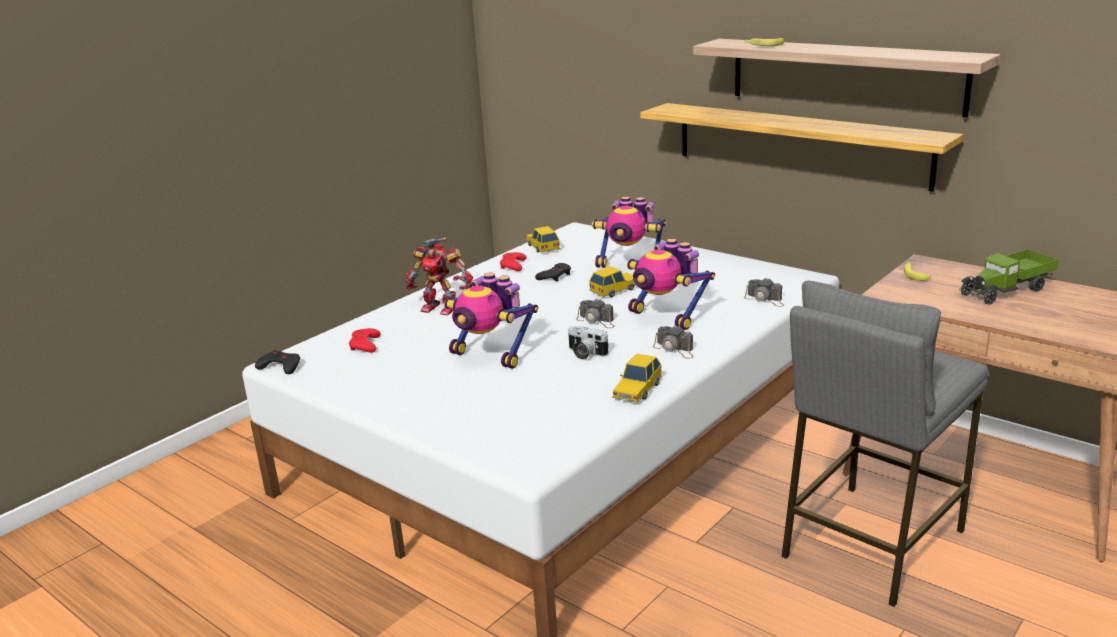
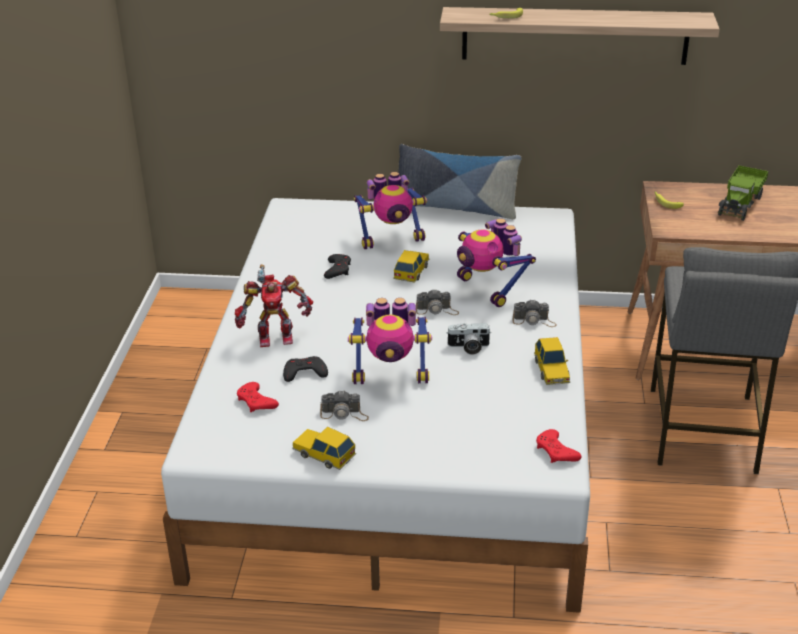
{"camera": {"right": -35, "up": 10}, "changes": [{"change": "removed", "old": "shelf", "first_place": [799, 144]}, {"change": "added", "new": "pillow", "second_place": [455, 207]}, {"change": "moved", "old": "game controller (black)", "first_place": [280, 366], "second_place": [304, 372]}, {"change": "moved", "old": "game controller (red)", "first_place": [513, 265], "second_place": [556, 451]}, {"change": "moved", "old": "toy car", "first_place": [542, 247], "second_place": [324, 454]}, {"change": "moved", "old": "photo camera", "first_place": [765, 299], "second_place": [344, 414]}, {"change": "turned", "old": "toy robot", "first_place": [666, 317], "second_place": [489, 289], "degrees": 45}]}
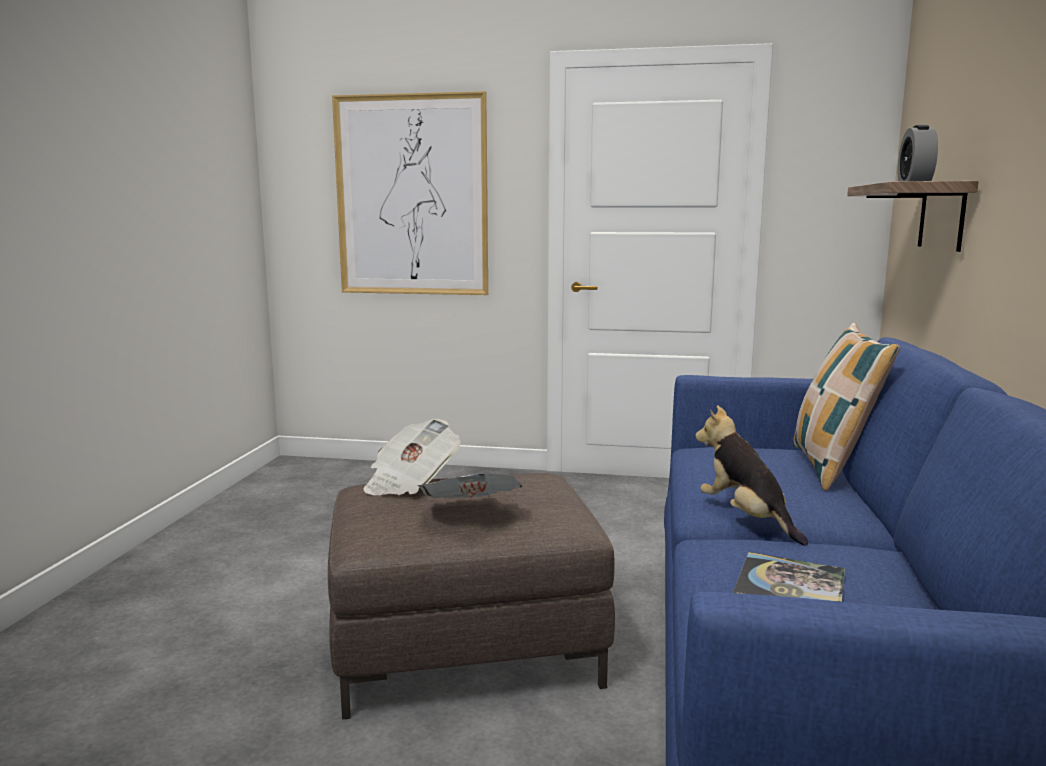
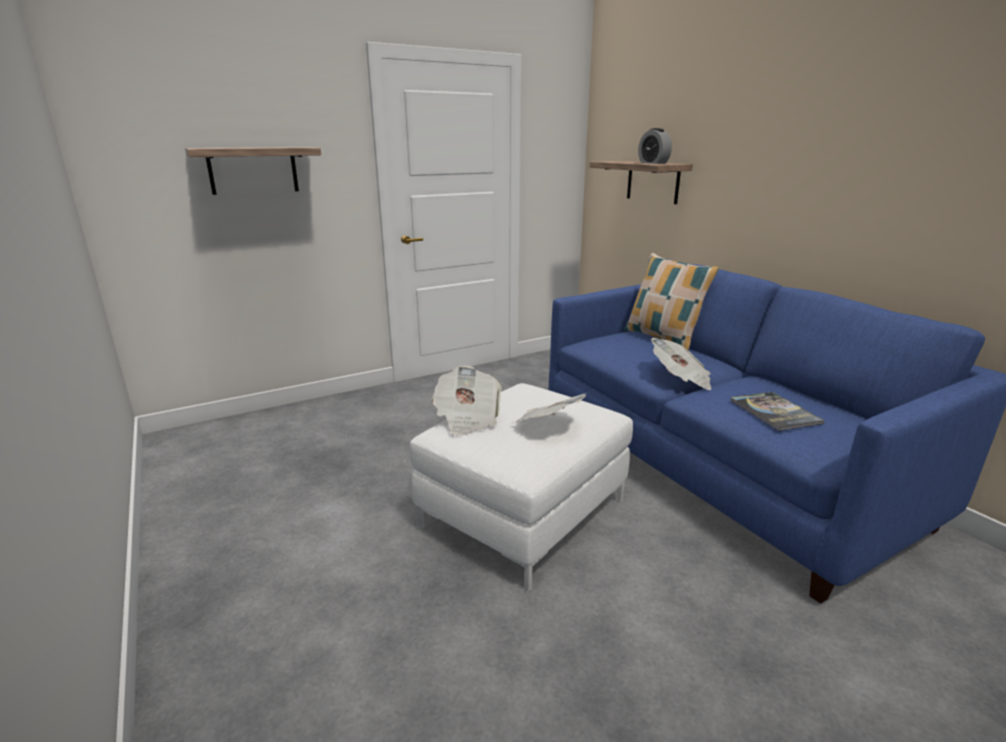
{"camera": {"right": -40, "up": 10}, "changes": [{"change": "replaced", "old": "picture", "new": "shelf", "first_place": [412, 196], "second_place": [253, 170]}, {"change": "replaced", "old": "plush toy", "new": "newspaper", "first_place": [746, 518], "second_place": [680, 379]}, {"change": "recoloured", "old": "ottoman (brown)", "new": "ottoman (white)", "first_place": [466, 644], "second_place": [523, 513]}]}
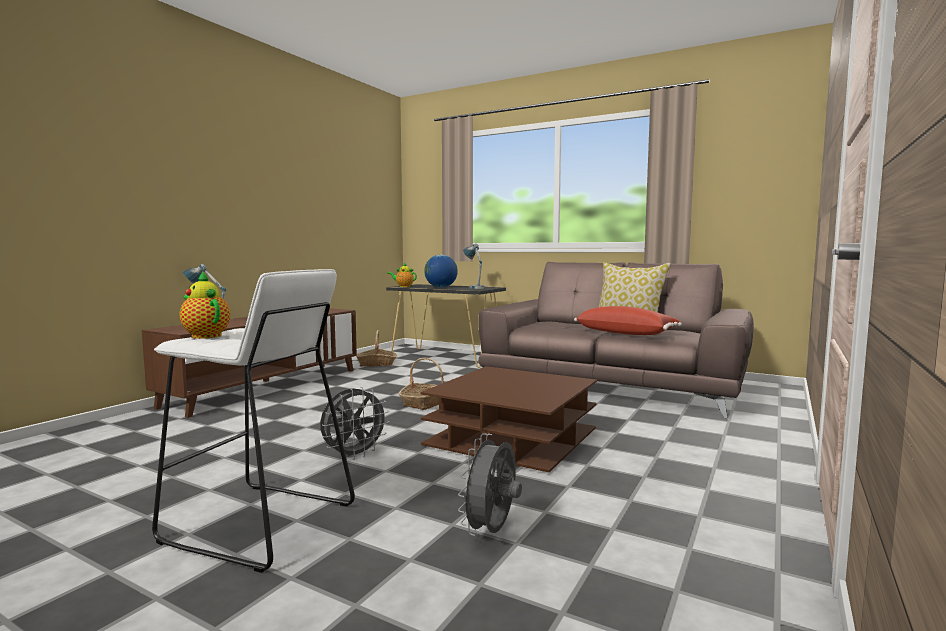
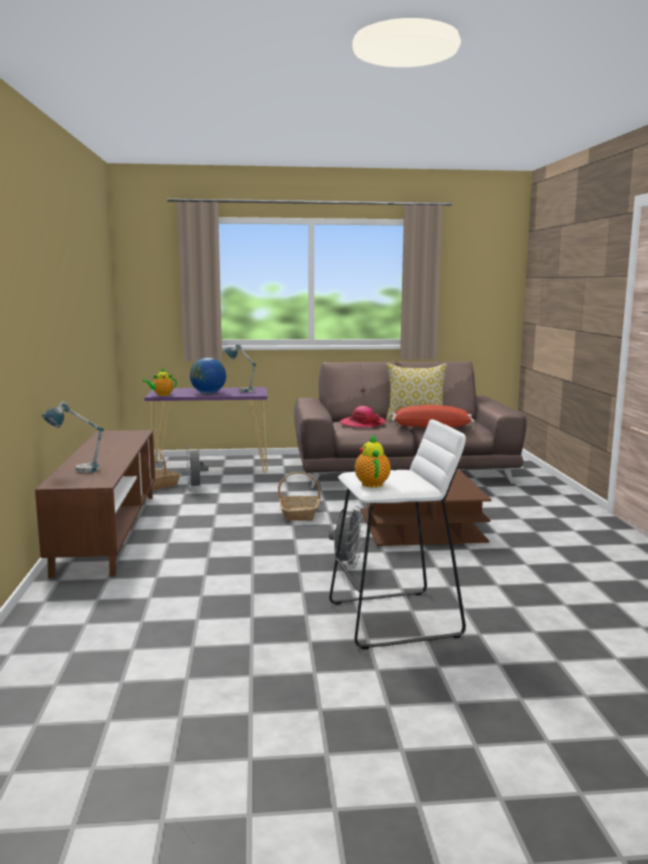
{"camera": {"right": -35, "up": 5}, "changes": [{"change": "added", "new": "hat", "second_place": [362, 424]}, {"change": "moved", "old": "fan (grey)", "first_place": [492, 532], "second_place": [195, 489]}, {"change": "recoloured", "old": "console table (black)", "new": "console table (purple)", "first_place": [446, 357], "second_place": [211, 467]}, {"change": "turned", "old": "teapot", "first_place": [205, 336], "second_place": [371, 483], "degrees": 75}]}
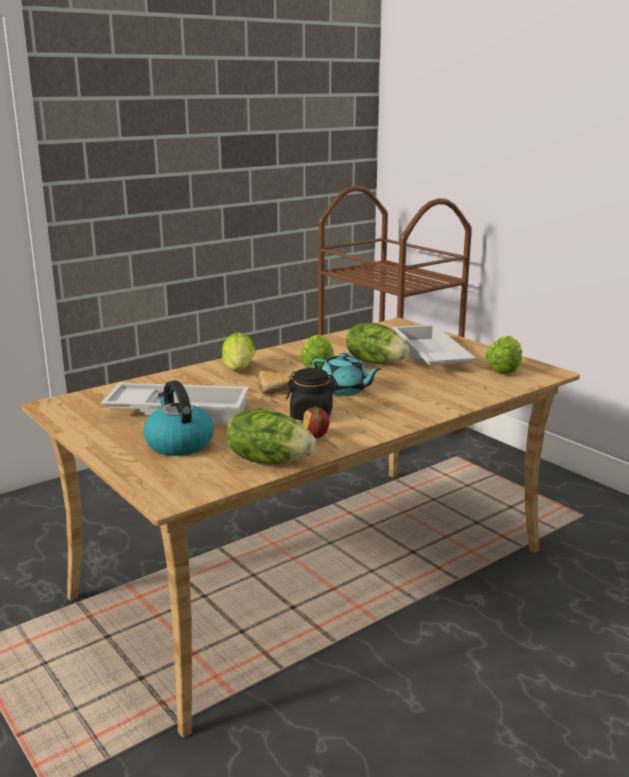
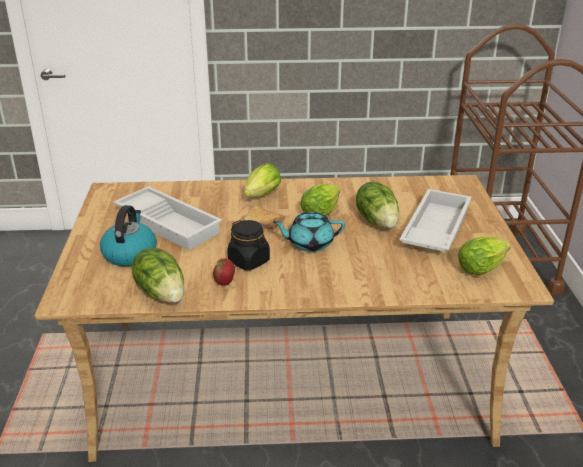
{"camera": {"right": 35, "up": 10}, "changes": [{"change": "turned", "old": "teapot (turquoise)", "first_place": [344, 390], "second_place": [309, 243], "degrees": 105}]}
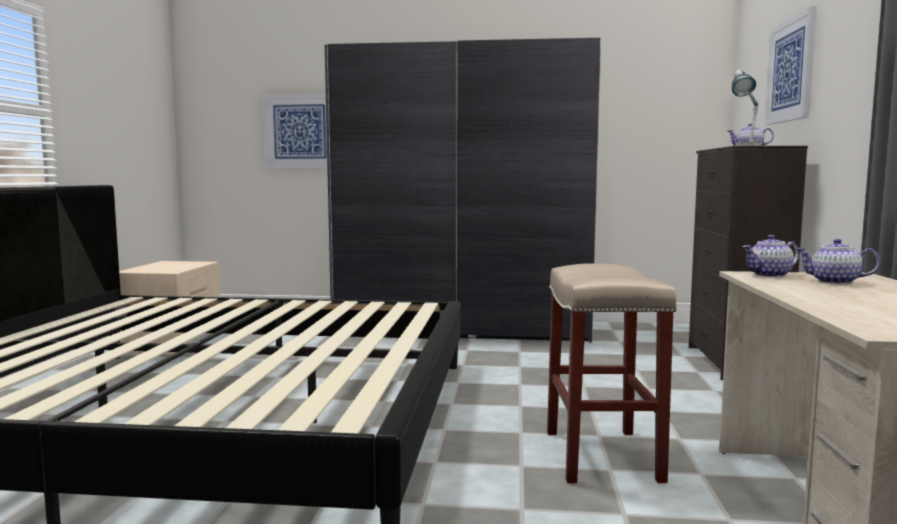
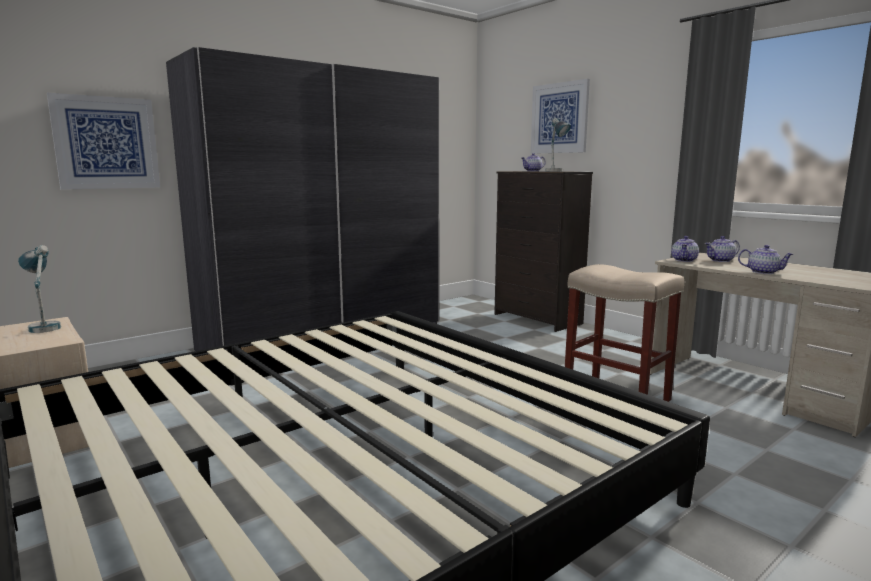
{"camera": {"right": -45, "up": 5}, "changes": [{"change": "added", "new": "table lamp", "second_place": [44, 326]}, {"change": "added", "new": "teapot", "second_place": [763, 272]}]}
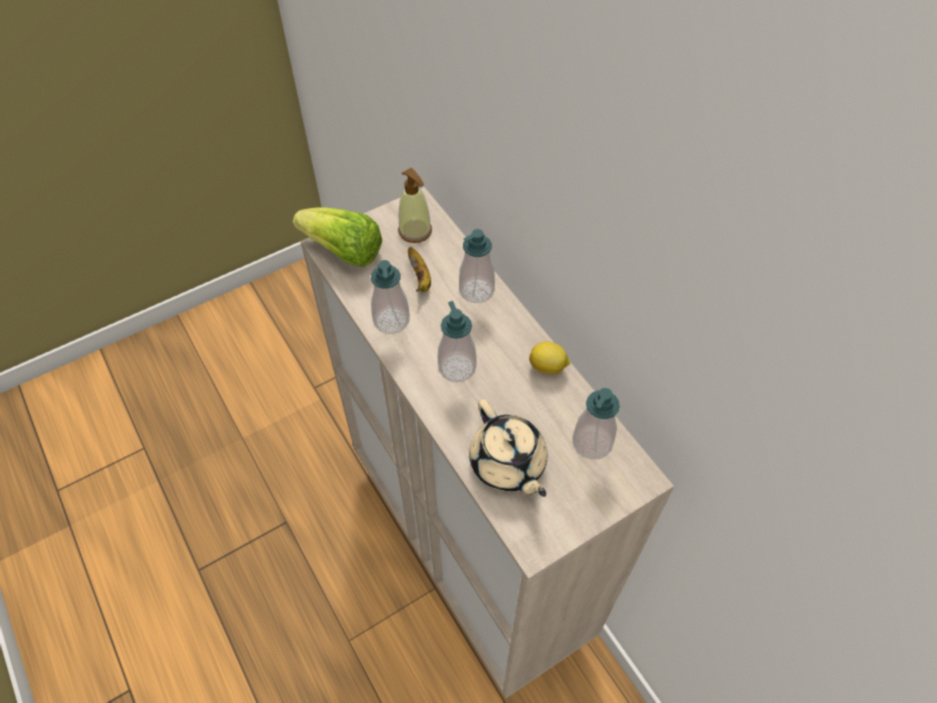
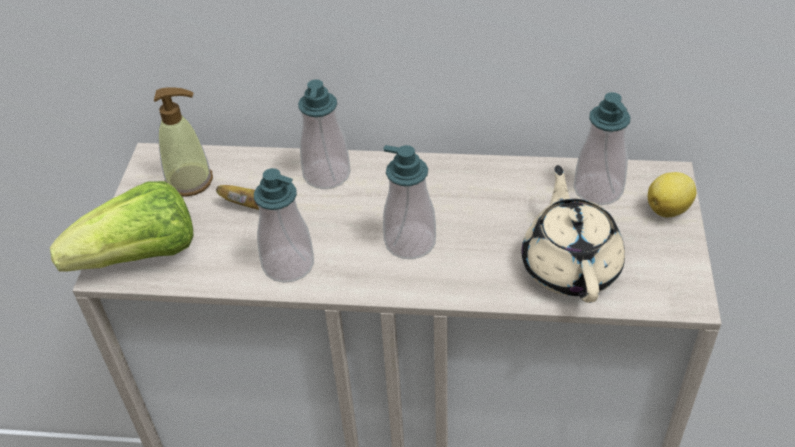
{"camera": {"right": -50, "up": -10}, "changes": [{"change": "moved", "old": "lemon", "first_place": [548, 367], "second_place": [669, 209]}, {"change": "turned", "old": "teapot (beige)", "first_place": [508, 464], "second_place": [570, 265], "degrees": -105}]}
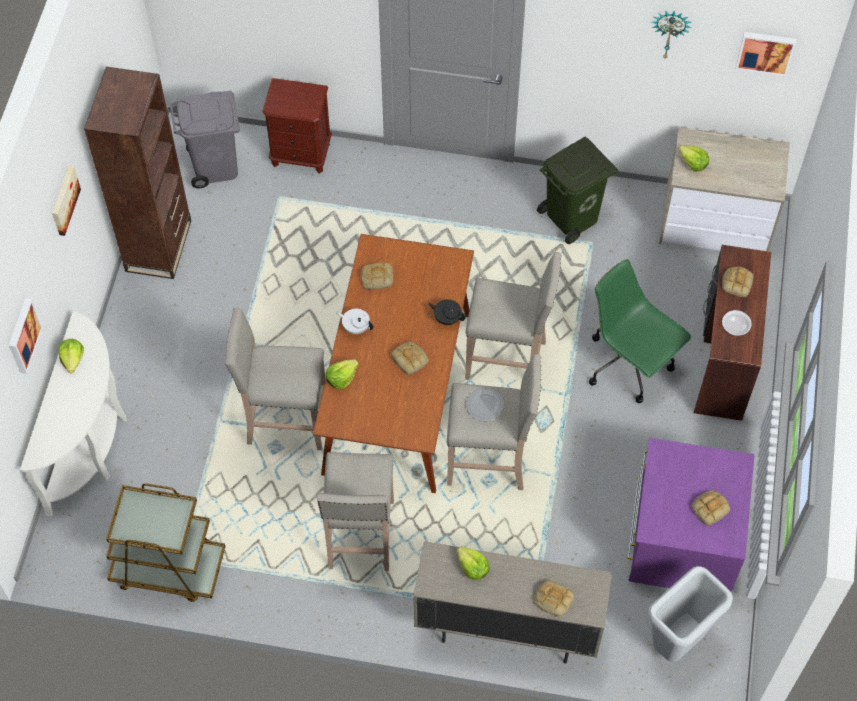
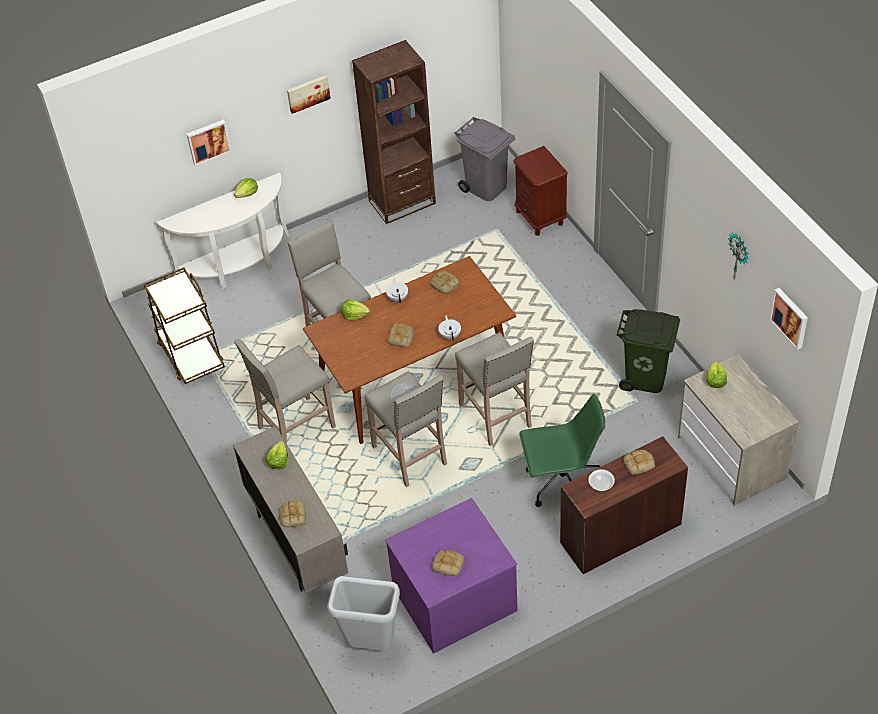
{"camera": {"right": 55, "up": -10}, "changes": [{"change": "recoloured", "old": "teapot (black)", "new": "teapot (white)", "first_place": [447, 318], "second_place": [450, 335]}, {"change": "turned", "old": "office chair (green)", "first_place": [630, 365], "second_place": [561, 483], "degrees": 75}]}
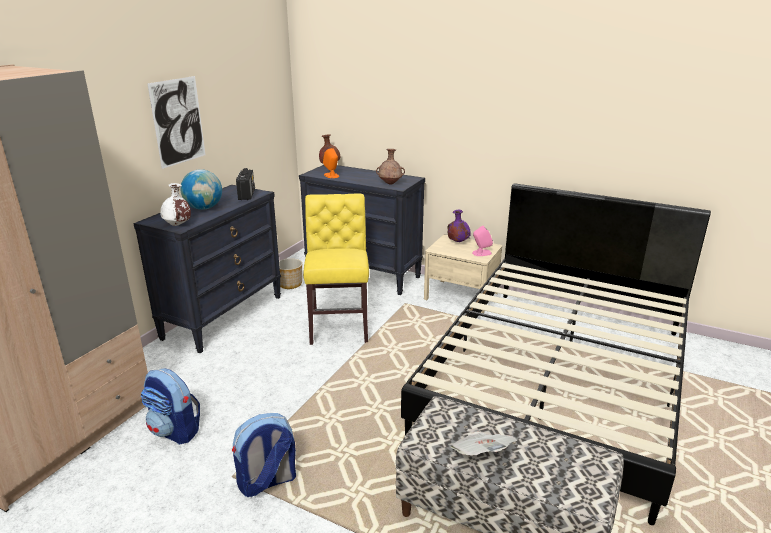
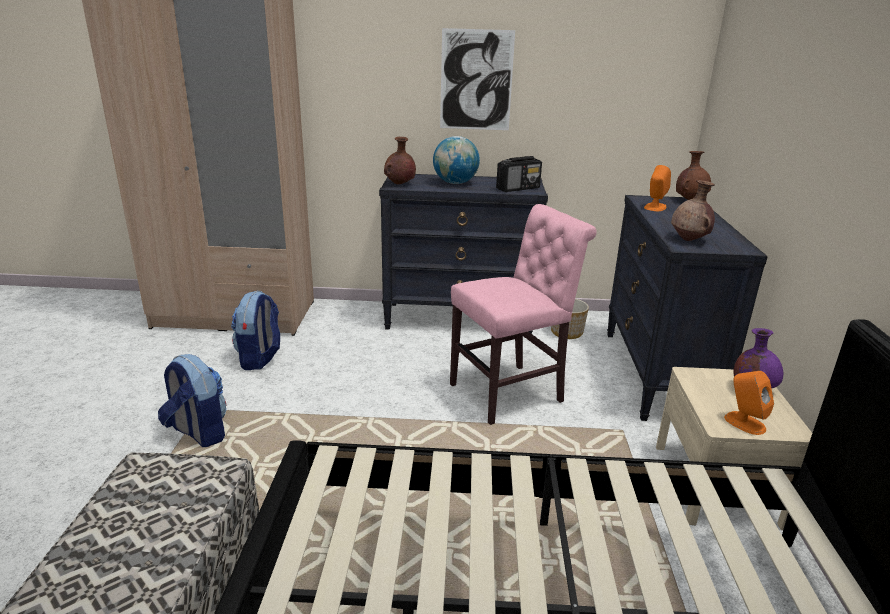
{"camera": {"right": 65, "up": 0}, "changes": [{"change": "removed", "old": "newspaper", "first_place": [480, 455]}, {"change": "recoloured", "old": "vase (white)", "new": "vase (brown)", "first_place": [177, 225], "second_place": [399, 184]}, {"change": "recoloured", "old": "chair (yellow)", "new": "chair (pink)", "first_place": [339, 325], "second_place": [511, 392]}, {"change": "recoloured", "old": "speaker (pink)", "new": "speaker (orange)", "first_place": [481, 253], "second_place": [744, 423]}]}
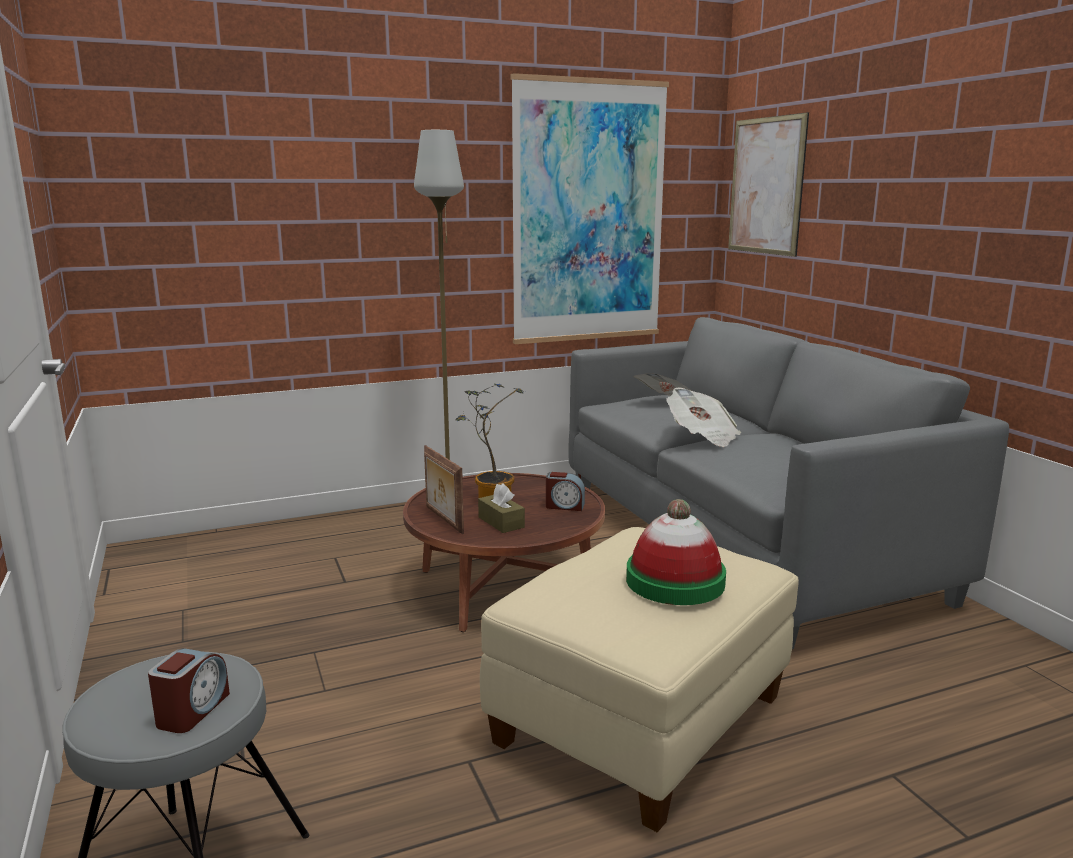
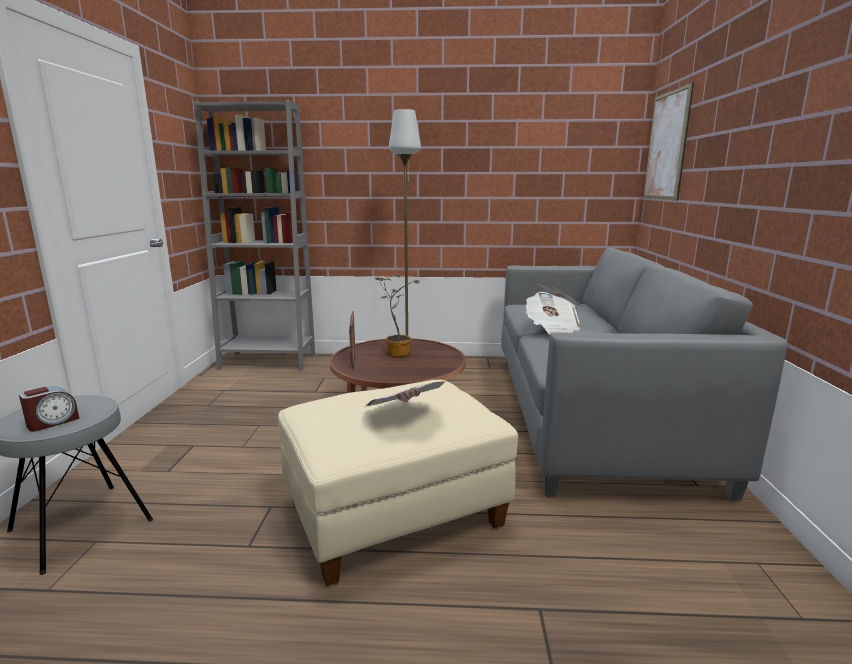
{"camera": {"right": 25, "up": 0}, "changes": [{"change": "removed", "old": "tissue box (brown)", "first_place": [501, 522]}, {"change": "removed", "old": "picture", "first_place": [588, 213]}, {"change": "removed", "old": "alarm clock", "first_place": [564, 506]}, {"change": "added", "new": "bookcase (grey)", "second_place": [268, 361]}, {"change": "replaced", "old": "hat", "new": "newspaper", "first_place": [675, 581], "second_place": [404, 414]}]}
